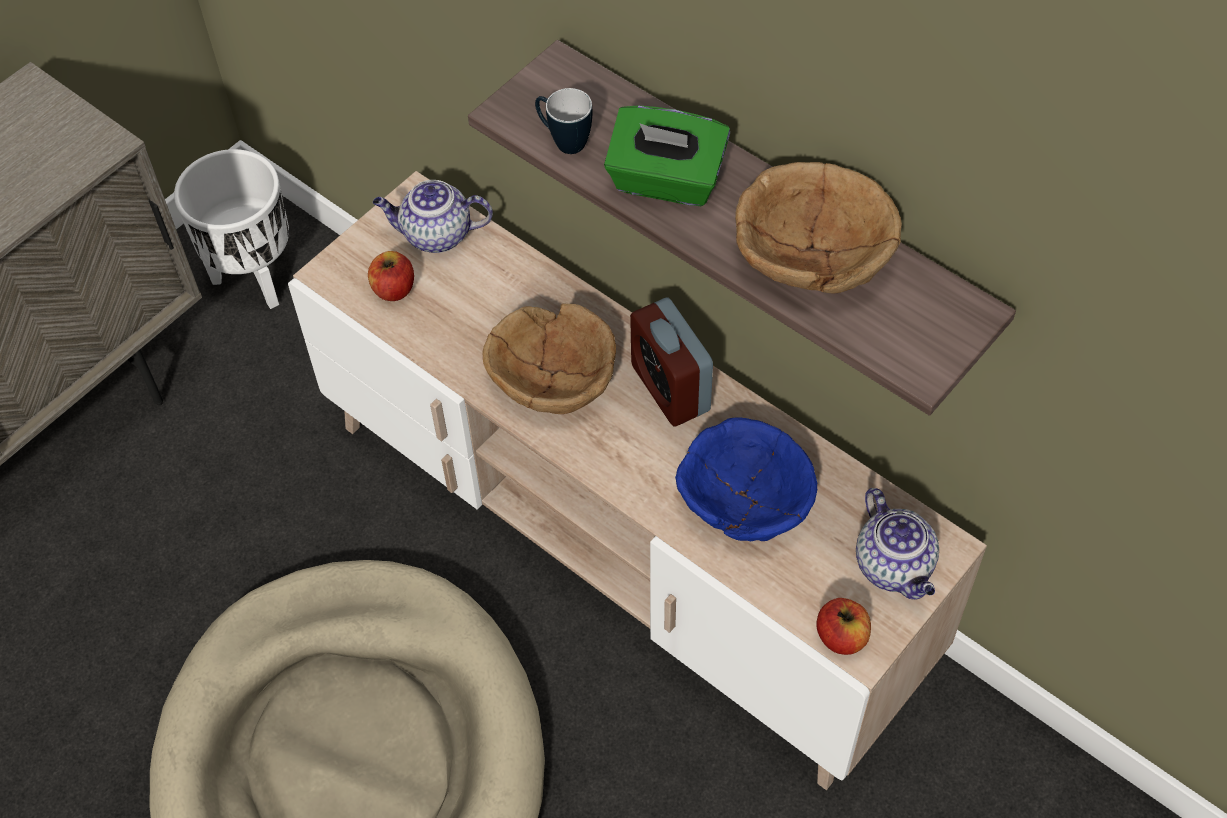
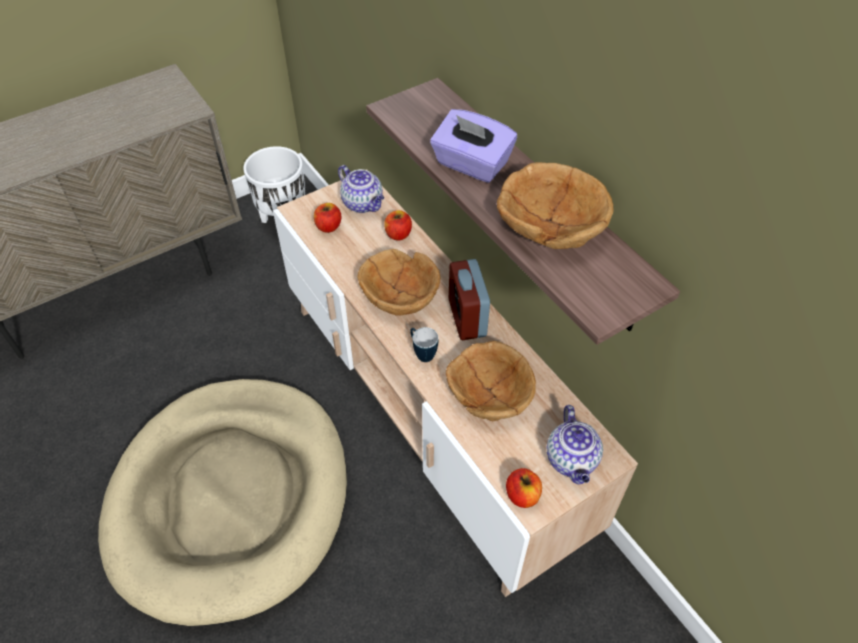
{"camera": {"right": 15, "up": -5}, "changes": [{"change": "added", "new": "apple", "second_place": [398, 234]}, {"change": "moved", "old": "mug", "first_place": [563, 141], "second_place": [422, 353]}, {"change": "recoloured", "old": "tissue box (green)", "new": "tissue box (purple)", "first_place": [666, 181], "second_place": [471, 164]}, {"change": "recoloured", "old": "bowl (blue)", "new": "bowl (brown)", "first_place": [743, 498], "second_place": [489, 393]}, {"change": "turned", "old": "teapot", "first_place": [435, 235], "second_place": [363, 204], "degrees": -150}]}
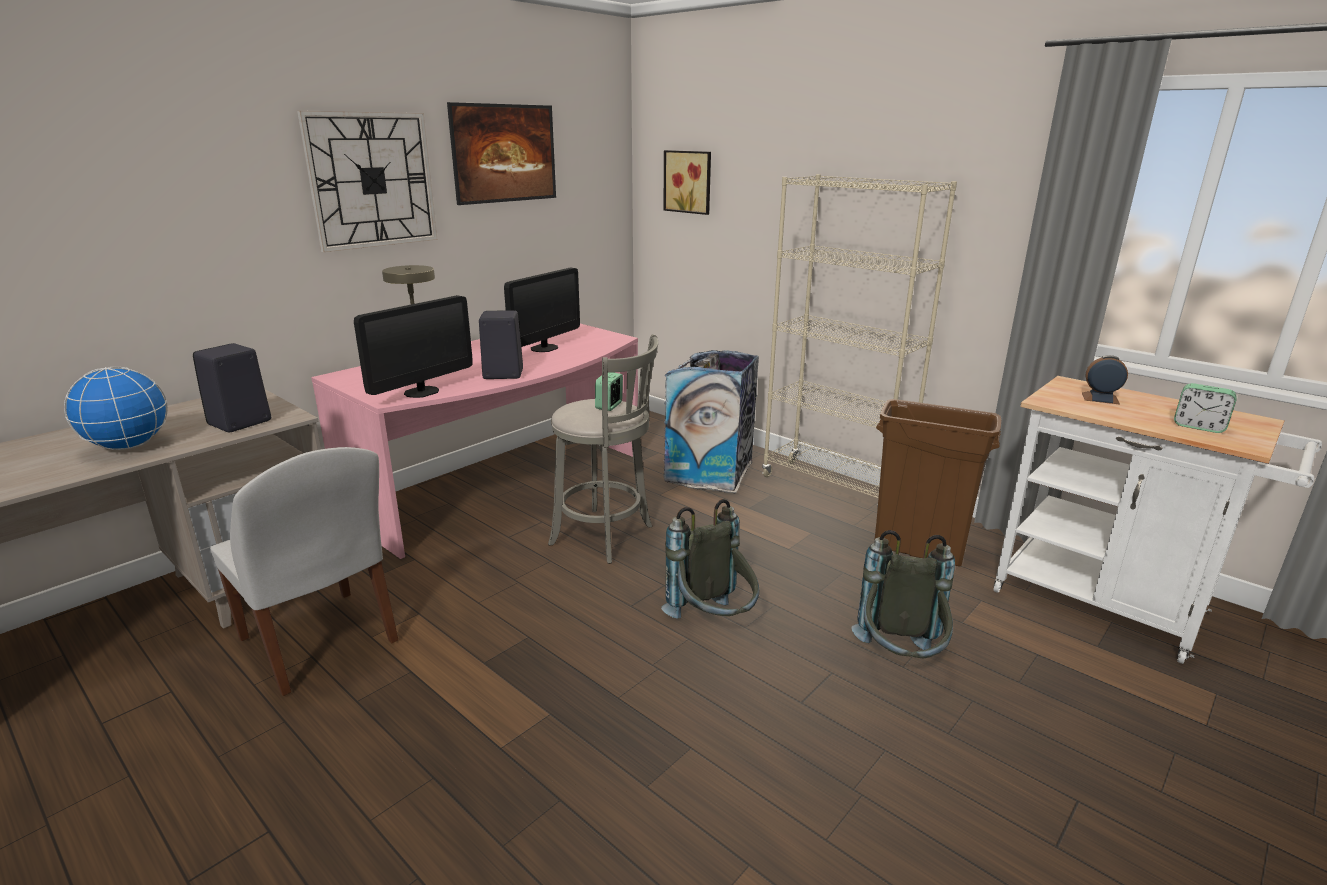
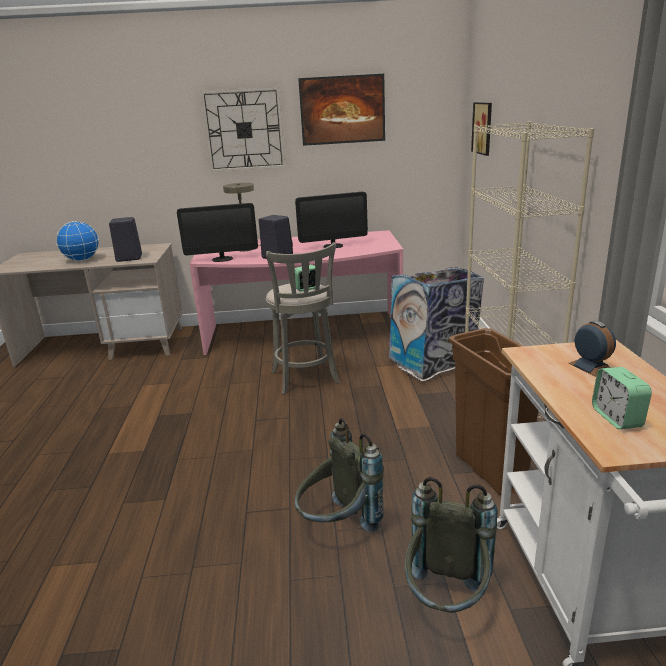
{"camera": {"right": 45, "up": 0}, "changes": [{"change": "removed", "old": "chair (white)", "first_place": [320, 642]}, {"change": "moved", "old": "backpack (grey)", "first_place": [713, 623], "second_place": [446, 603]}]}
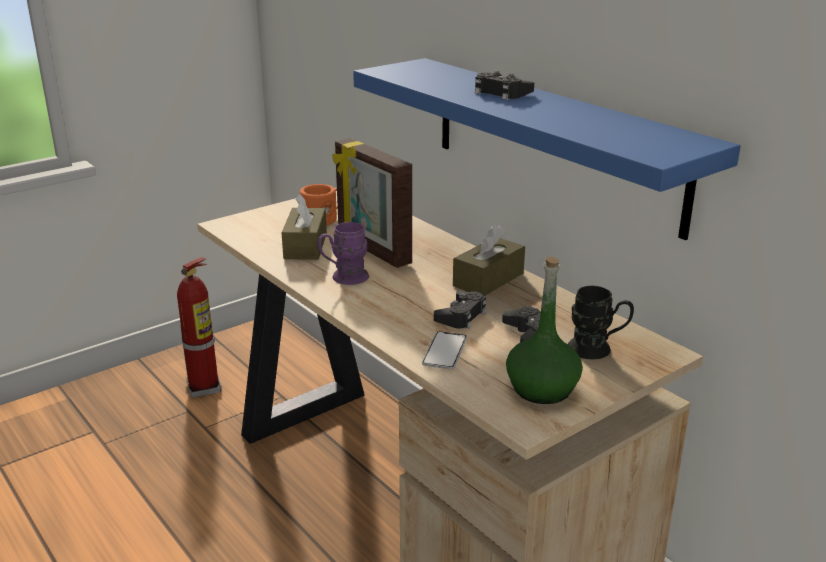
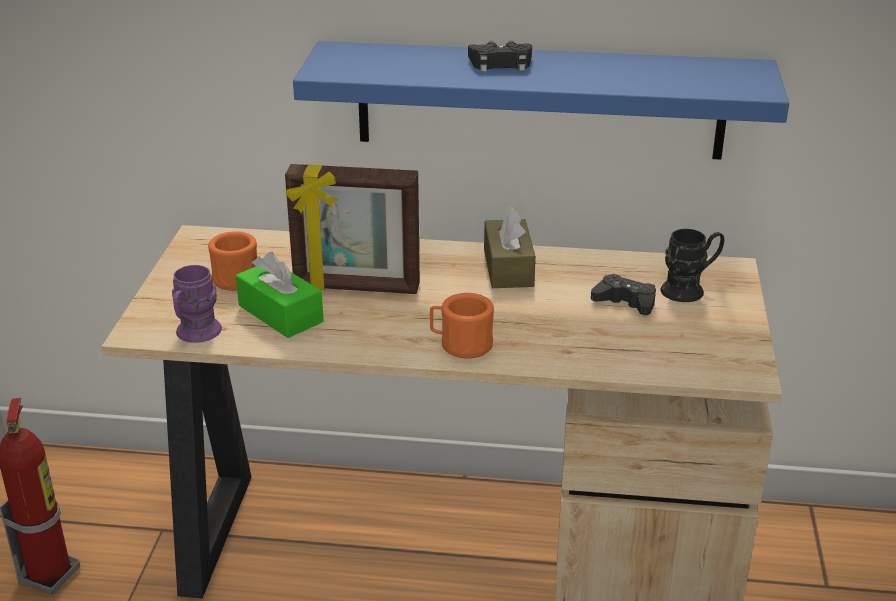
{"camera": {"right": -45, "up": 5}, "changes": [{"change": "removed", "old": "phone", "first_place": [445, 351]}, {"change": "removed", "old": "game controller (black)", "first_place": [461, 316]}, {"change": "removed", "old": "bottle (green)", "first_place": [542, 389]}, {"change": "added", "new": "mug (orange)", "second_place": [460, 344]}, {"change": "moved", "old": "mug (purple)", "first_place": [344, 278], "second_place": [195, 335]}, {"change": "recoloured", "old": "tissue box (brown)", "new": "tissue box (green)", "first_place": [305, 246], "second_place": [280, 314]}]}
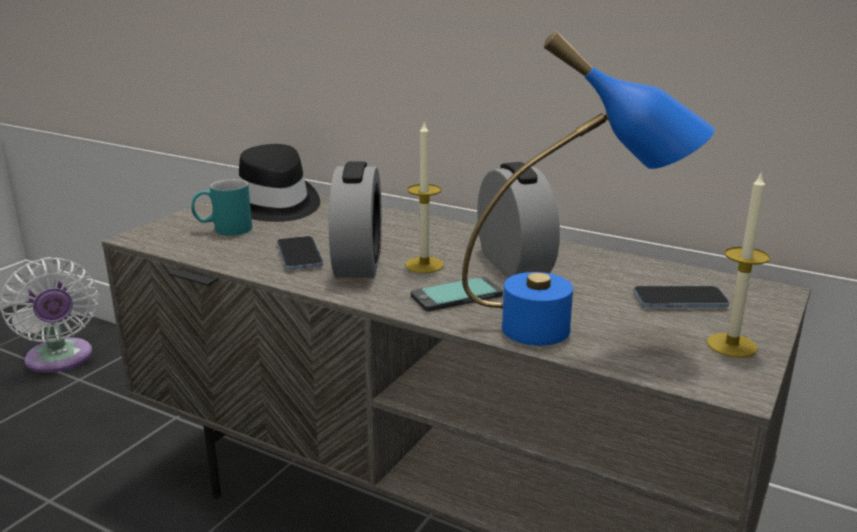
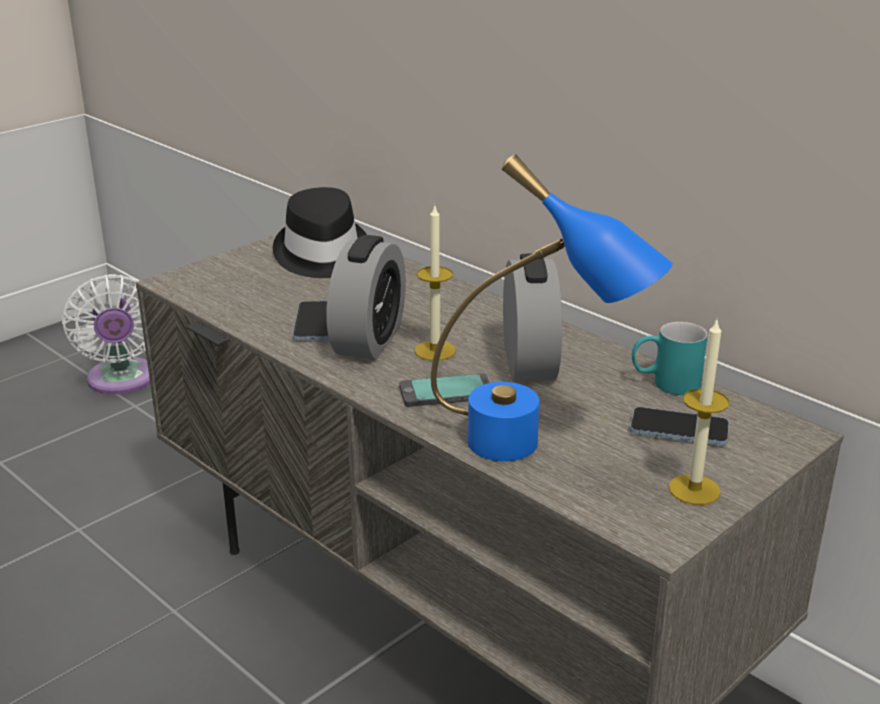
{"camera": {"right": 15, "up": 5}, "changes": [{"change": "moved", "old": "mug (turquoise)", "first_place": [223, 230], "second_place": [664, 383]}]}
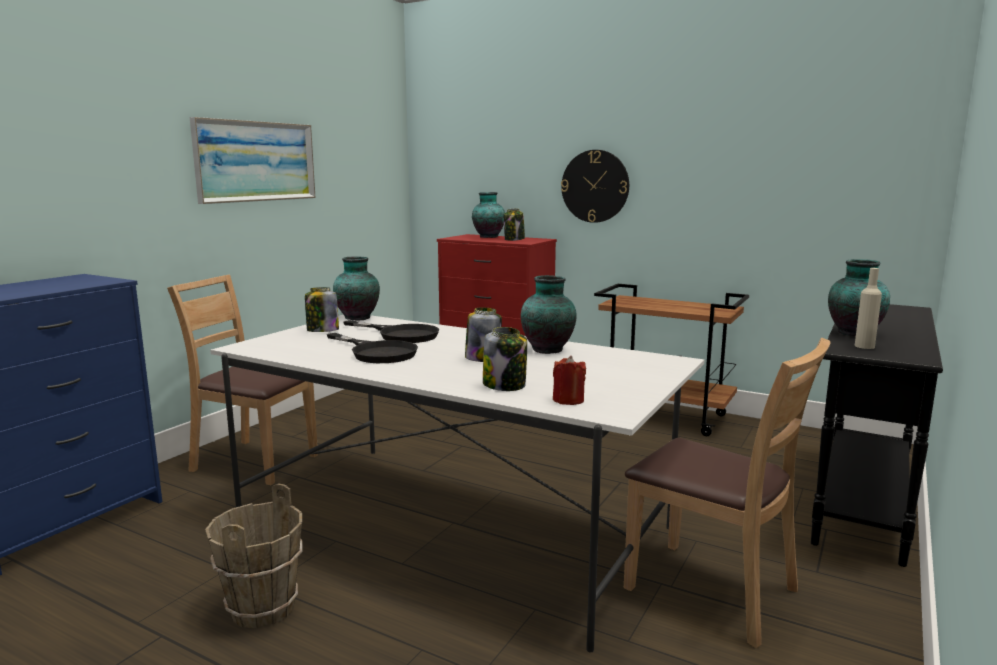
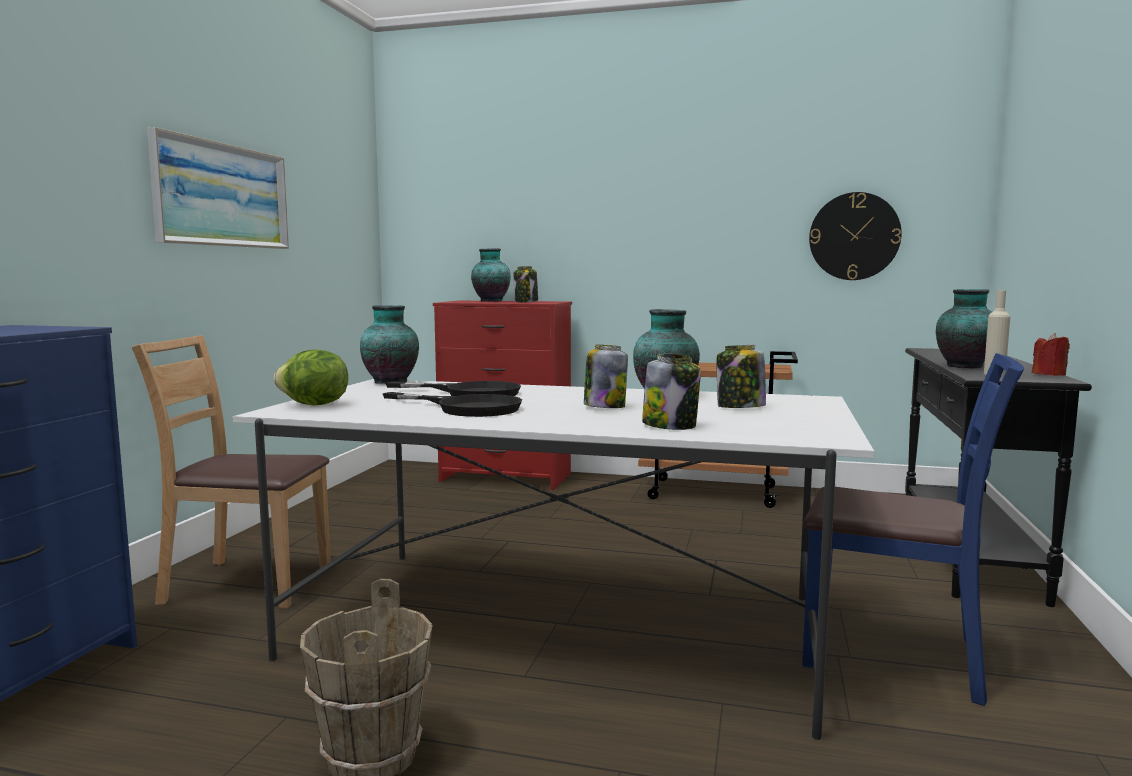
{"camera": {"right": -15, "up": -5}, "changes": [{"change": "added", "new": "lettuce", "second_place": [314, 405]}, {"change": "moved", "old": "jar", "first_place": [322, 331], "second_place": [740, 407]}, {"change": "moved", "old": "candle (red)", "first_place": [568, 400], "second_place": [1049, 374]}, {"change": "moved", "old": "wall clock", "first_place": [595, 186], "second_place": [854, 236]}, {"change": "recoloured", "old": "chair (brown)", "new": "chair (blue)", "first_place": [712, 591], "second_place": [895, 655]}]}
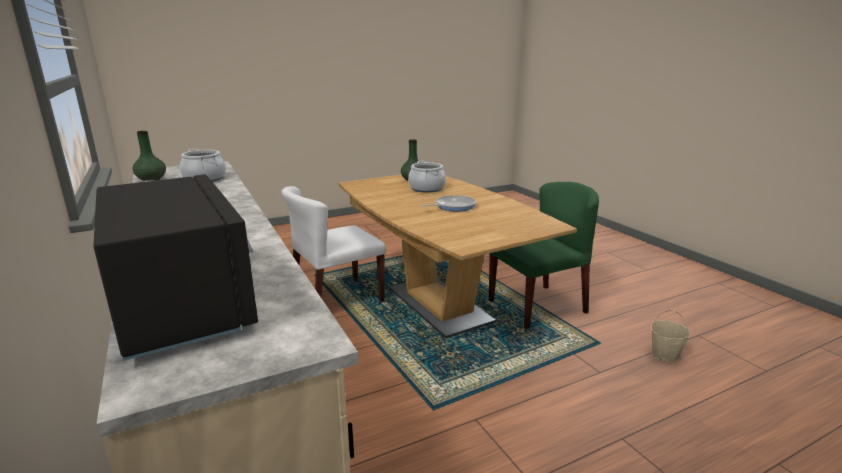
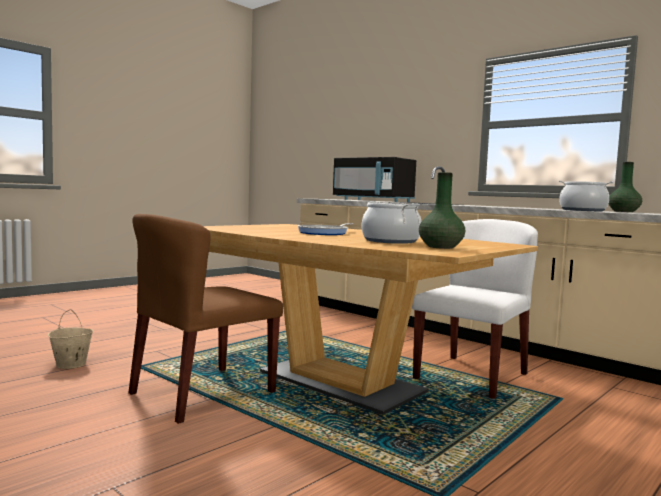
{"camera": {"right": 160, "up": -15}, "changes": [{"change": "recoloured", "old": "chair (green)", "new": "chair (brown)", "first_place": [537, 306], "second_place": [202, 393]}]}
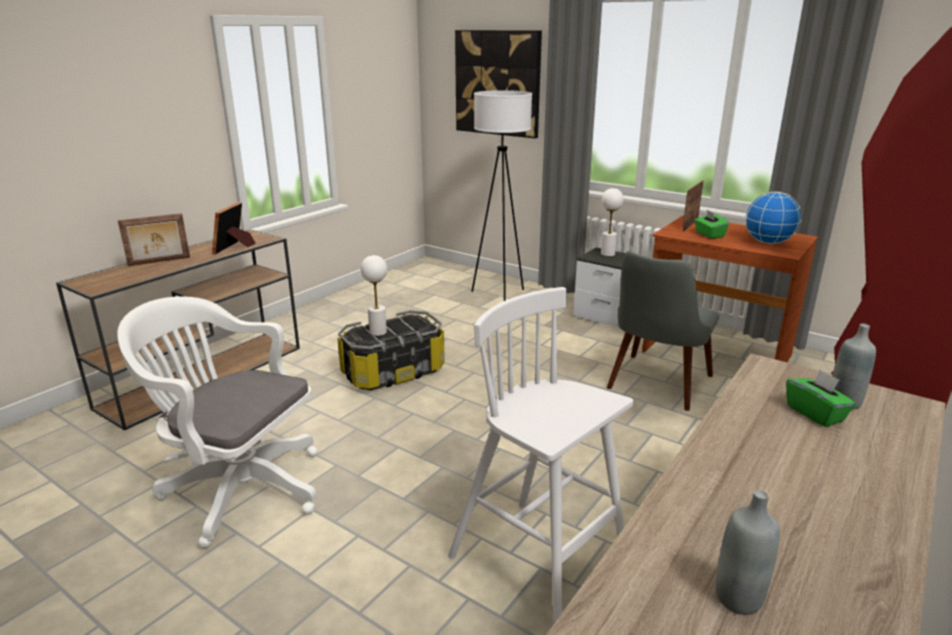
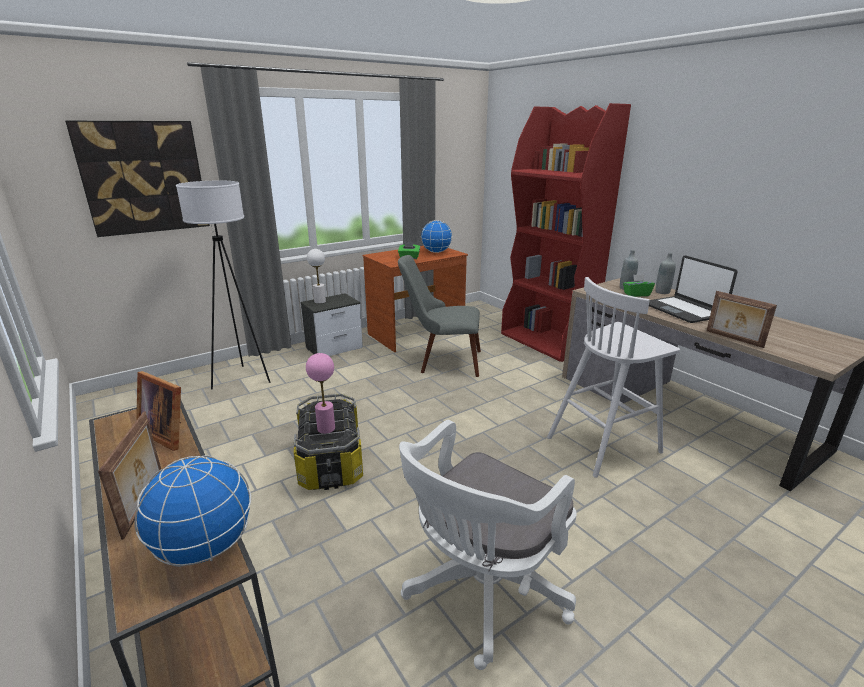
{"camera": {"right": -70, "up": 0}, "changes": [{"change": "added", "new": "globe", "second_place": [206, 548]}, {"change": "added", "new": "laptop", "second_place": [683, 310]}, {"change": "moved", "old": "picture frame", "first_place": [689, 225], "second_place": [733, 339]}, {"change": "moved", "old": "bottle (grey)", "first_place": [738, 598], "second_place": [662, 292]}, {"change": "recoloured", "old": "table lamp (white)", "new": "table lamp (pink)", "first_place": [378, 332], "second_place": [326, 428]}, {"change": "turned", "old": "chair (grey)", "first_place": [655, 387], "second_place": [441, 361], "degrees": 135}]}
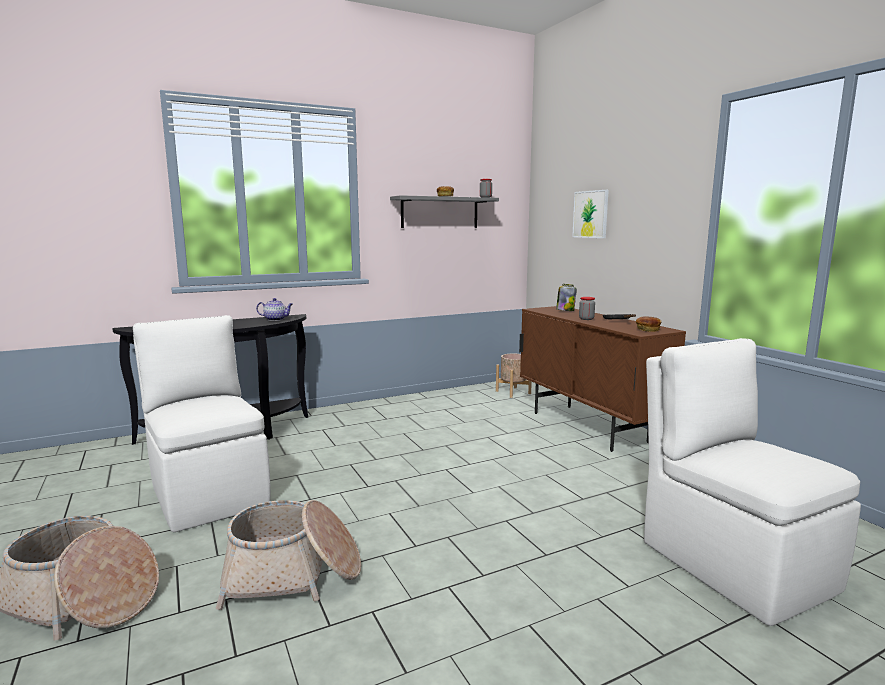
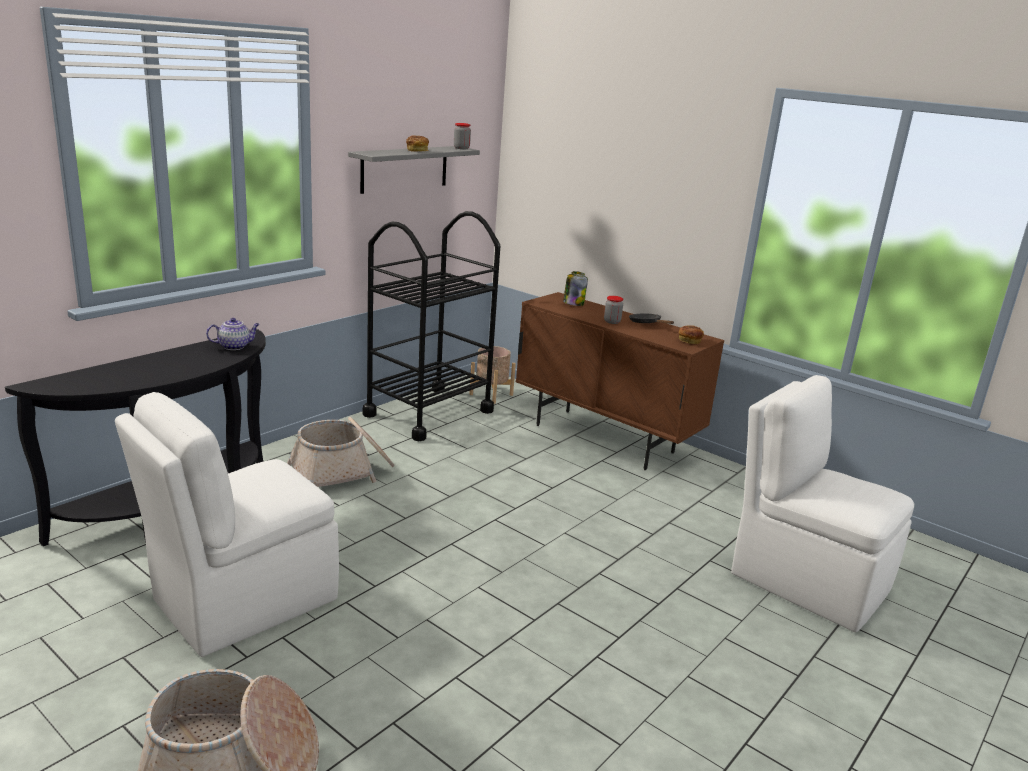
{"camera": {"right": -25, "up": 10}, "changes": [{"change": "removed", "old": "picture", "first_place": [590, 214]}, {"change": "added", "new": "cart (black)", "second_place": [428, 413]}, {"change": "moved", "old": "basket", "first_place": [293, 575], "second_place": [343, 472]}, {"change": "turned", "old": "chair (white)", "first_place": [209, 493], "second_place": [241, 601], "degrees": -75}]}
